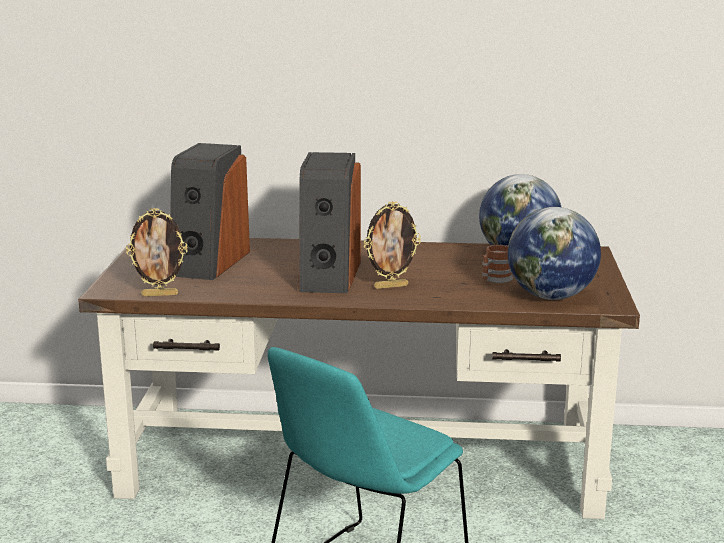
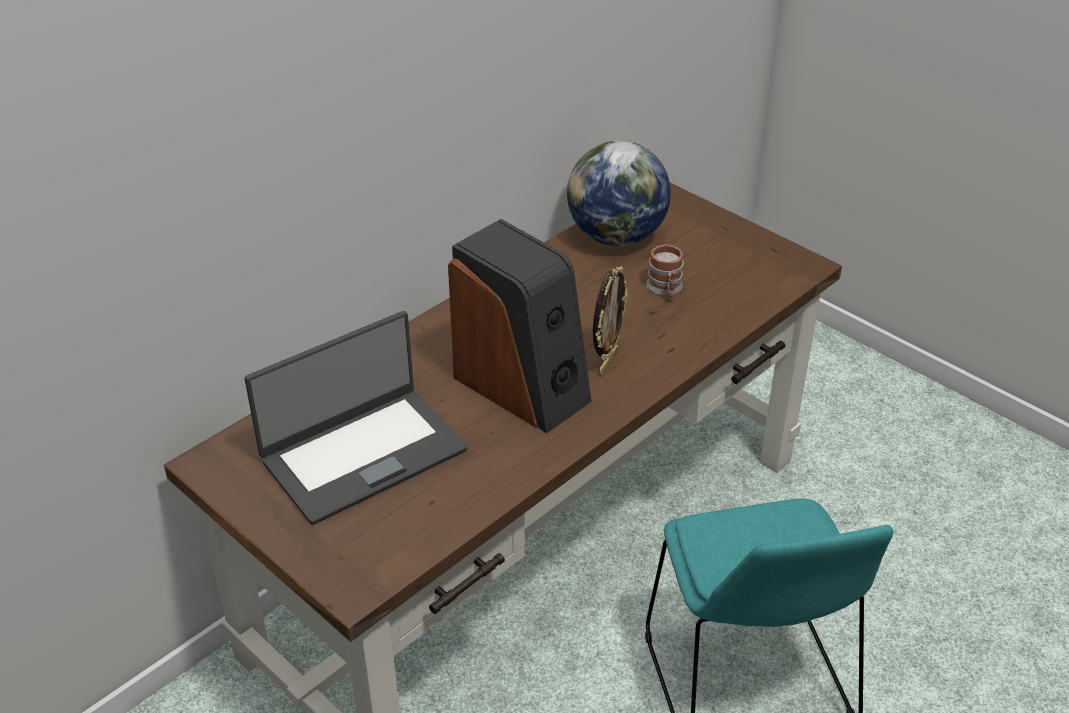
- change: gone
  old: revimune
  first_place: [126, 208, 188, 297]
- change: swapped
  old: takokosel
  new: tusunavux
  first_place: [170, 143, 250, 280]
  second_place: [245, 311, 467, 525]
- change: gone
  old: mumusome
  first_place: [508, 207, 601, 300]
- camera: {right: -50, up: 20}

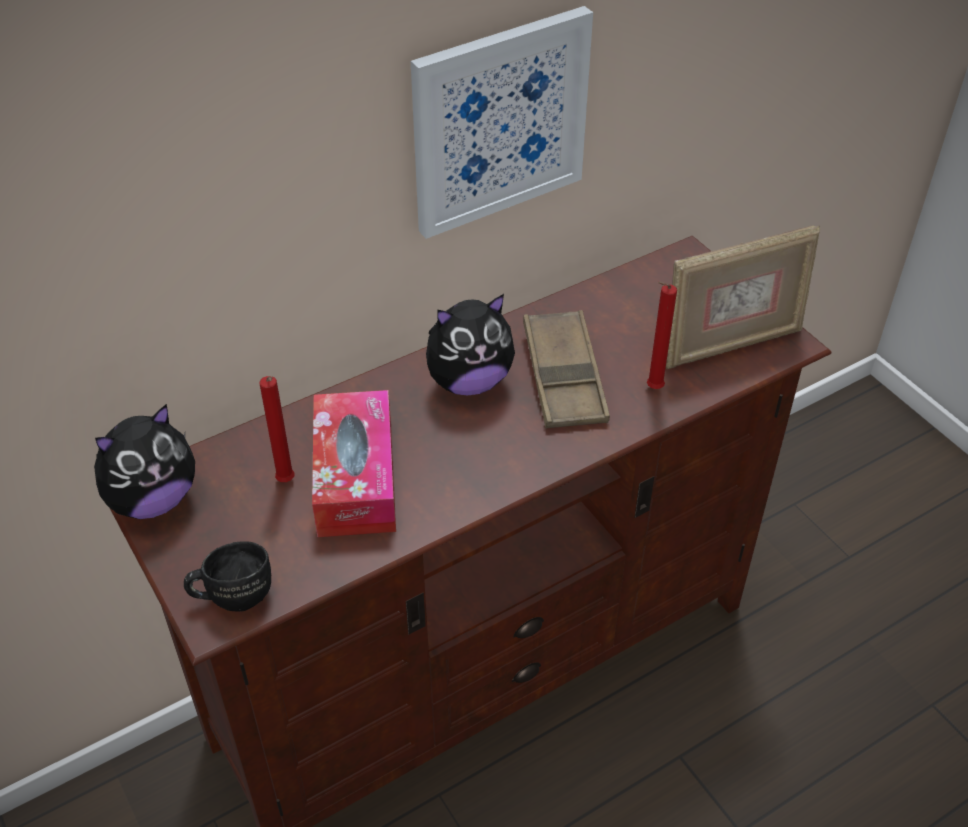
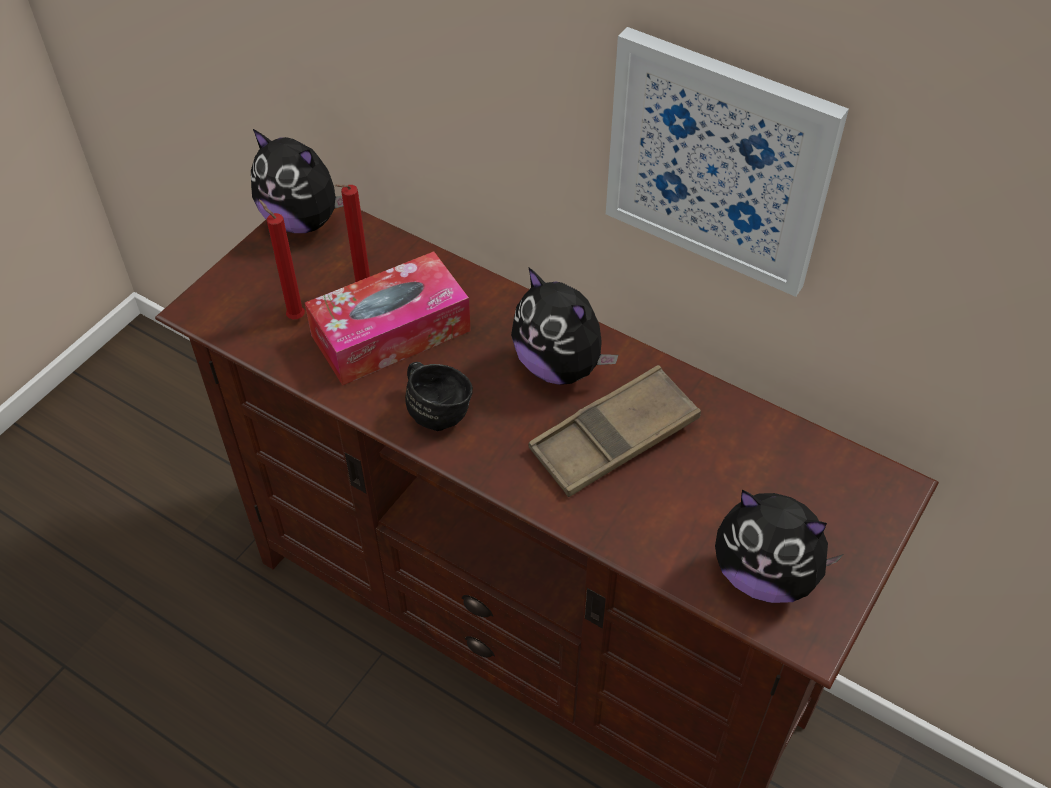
- change: shifted
  old: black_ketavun
  first_place: [184, 541, 271, 612]
  second_place: [405, 362, 473, 431]
- change: shifted
  old: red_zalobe
  first_place: [647, 282, 677, 389]
  second_place: [259, 200, 305, 319]
- change: swapped
  old: revimune
  new: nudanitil
  first_place: [666, 225, 820, 369]
  second_place: [715, 490, 844, 603]
- camera: {right: 65, up: 5}

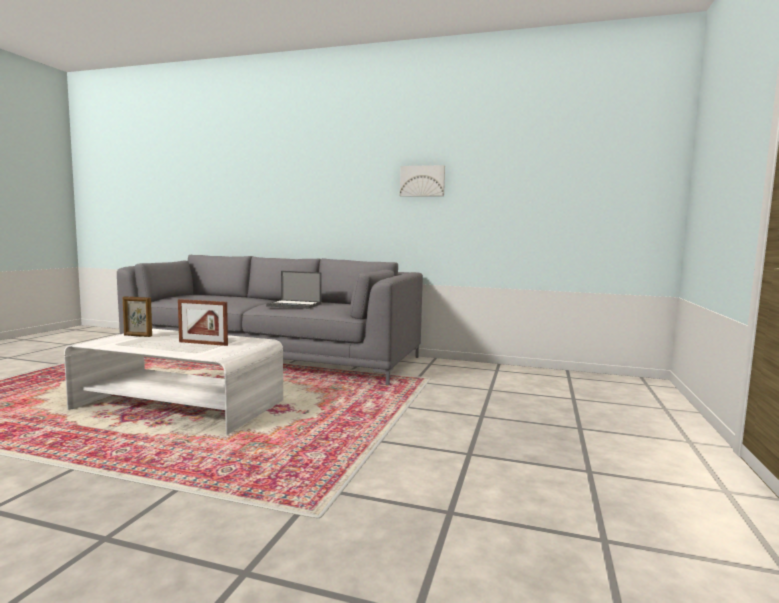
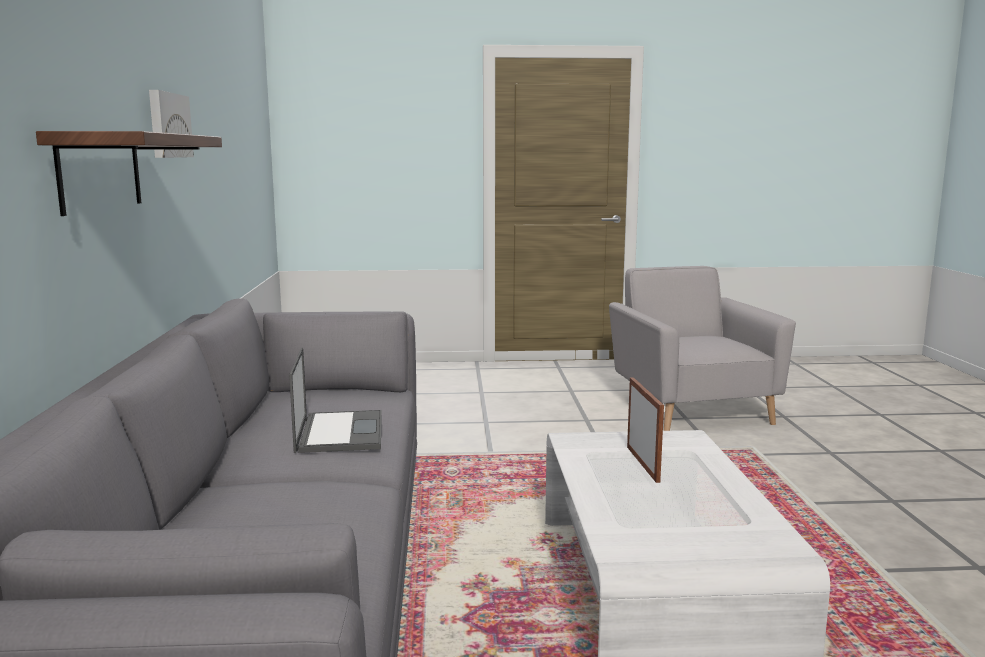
- change: gone
  old: revimune
  first_place: [123, 296, 152, 337]
- change: new
  new: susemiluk
  second_place: [36, 131, 222, 216]
- change: new
  new: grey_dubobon
  second_place: [609, 266, 796, 431]
- camera: {right: -110, up: 5}

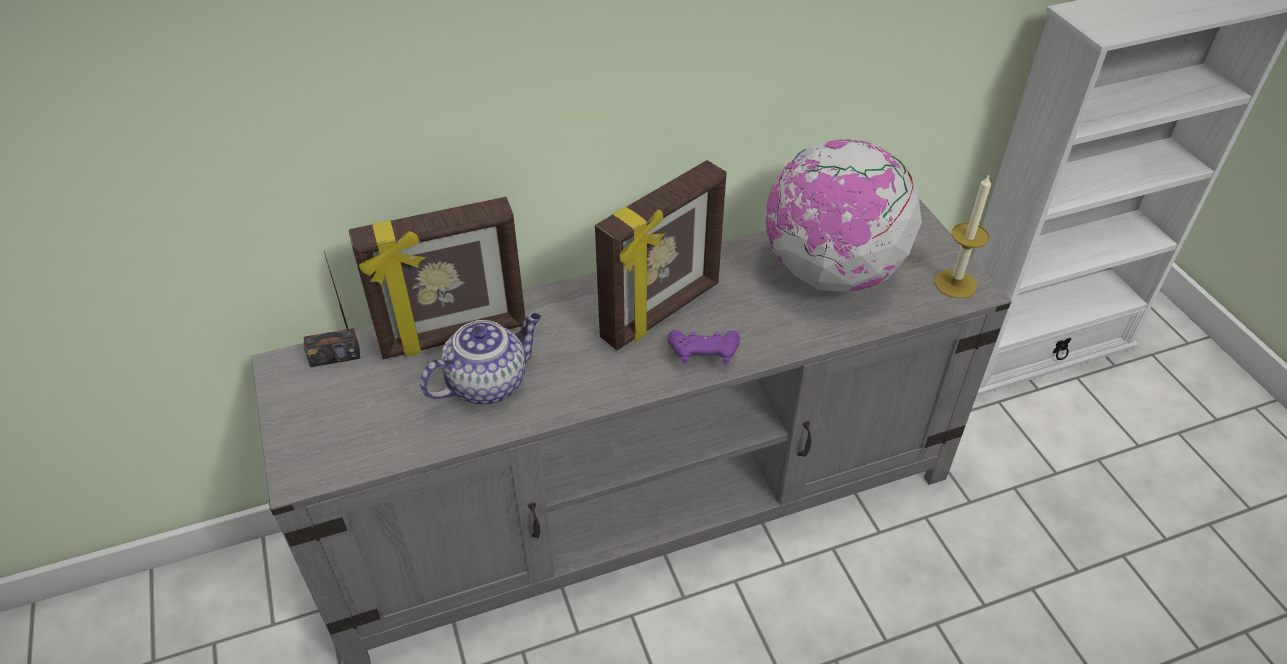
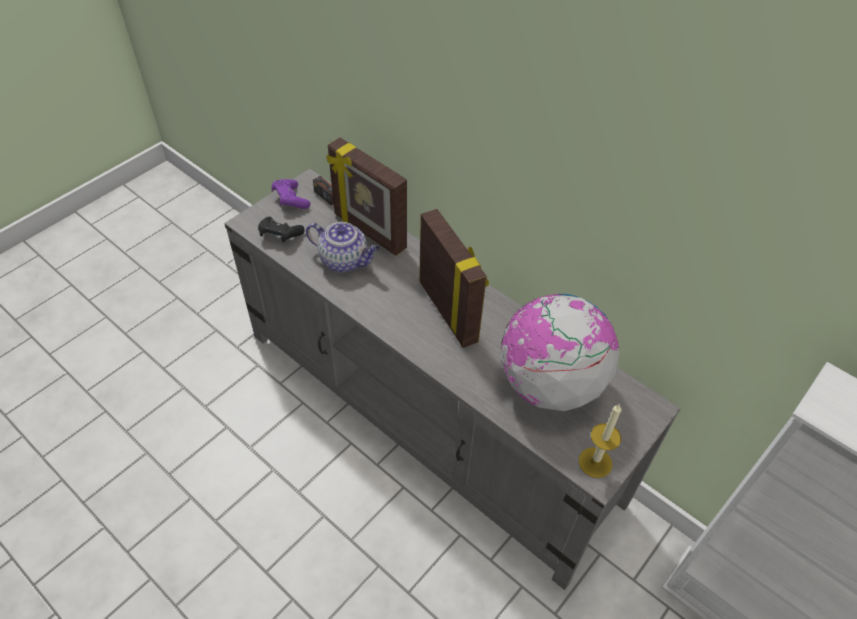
- change: rotated
  old: revimune
  first_place: [595, 160, 727, 350]
  second_place: [419, 209, 489, 348]
  degrees: -135
- change: shifted
  old: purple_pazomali
  first_place: [667, 330, 740, 365]
  second_place: [272, 179, 310, 209]
- change: new
  new: black_pazomali
  second_place: [258, 217, 305, 243]
- camera: {right: 60, up: 5}

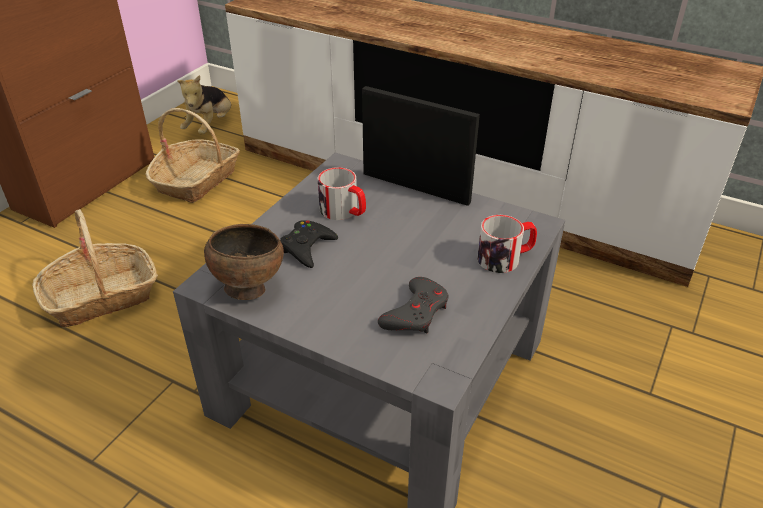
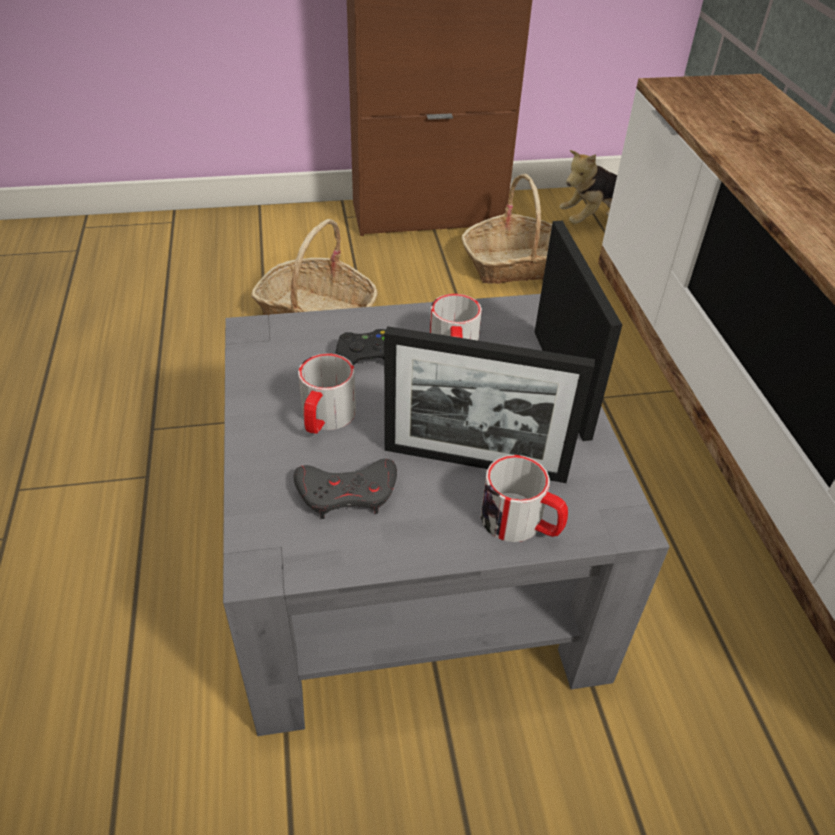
- change: gone
  old: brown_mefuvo
  first_place: [204, 224, 284, 300]
- change: new
  new: ketavun
  second_place: [298, 353, 356, 434]
- change: new
  new: revimune
  second_place: [384, 326, 595, 483]
- camera: {right: 50, up: 5}

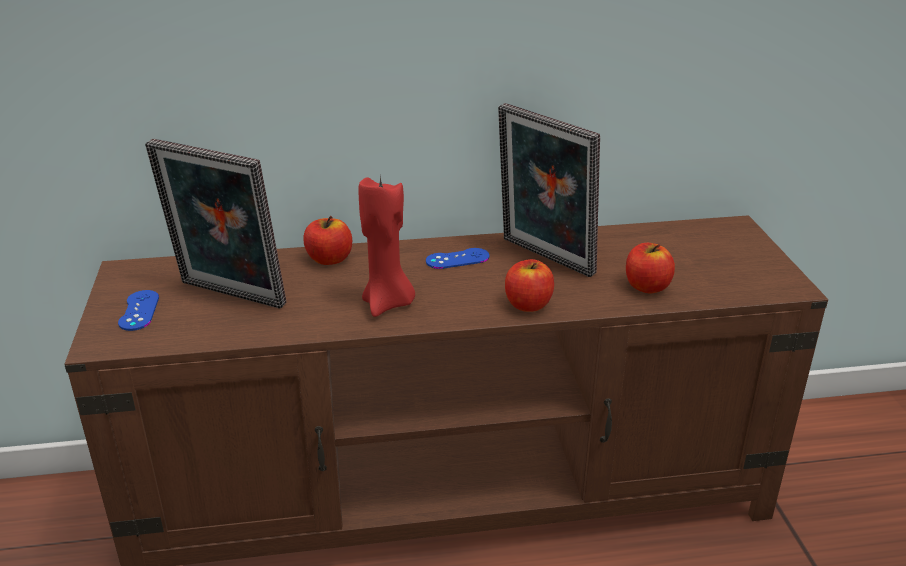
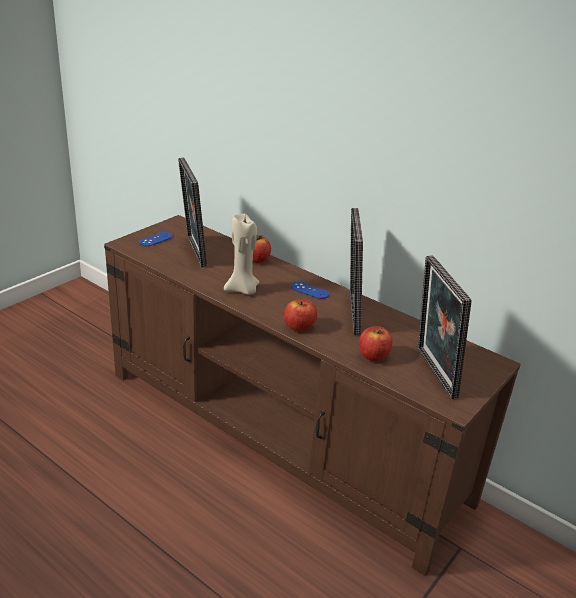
- change: repainted
  old: red_zalobe
  new: beige_zalobe
  first_place: [359, 175, 415, 317]
  second_place: [224, 214, 259, 295]
- change: new
  new: revimune
  second_place: [418, 255, 471, 399]
- camera: {right: 45, up: 0}

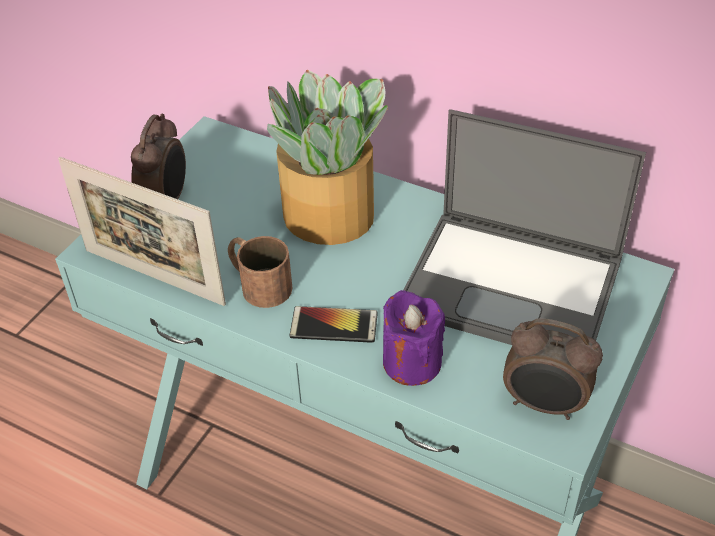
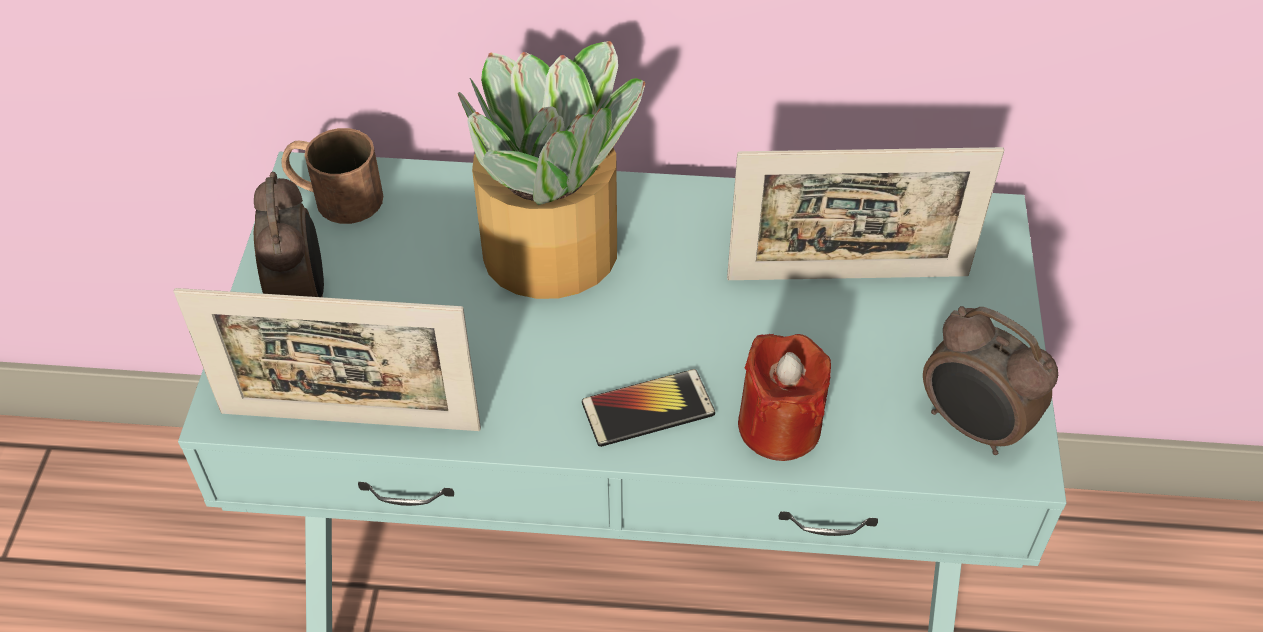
- change: shifted
  old: brown_ketavun
  first_place: [228, 236, 293, 308]
  second_place: [281, 128, 383, 224]
- change: repainted
  old: purple_zalobe
  new: red_zalobe
  first_place: [383, 290, 445, 386]
  second_place: [738, 334, 831, 461]
- change: swapped
  old: tusunavux
  new: revimune
  first_place: [404, 109, 646, 345]
  second_place: [727, 147, 1004, 280]
- change: rotated
  old: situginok
  first_place: [503, 318, 603, 420]
  second_place: [923, 306, 1058, 455]
  degrees: 45
- camera: {right: -25, up: 5}

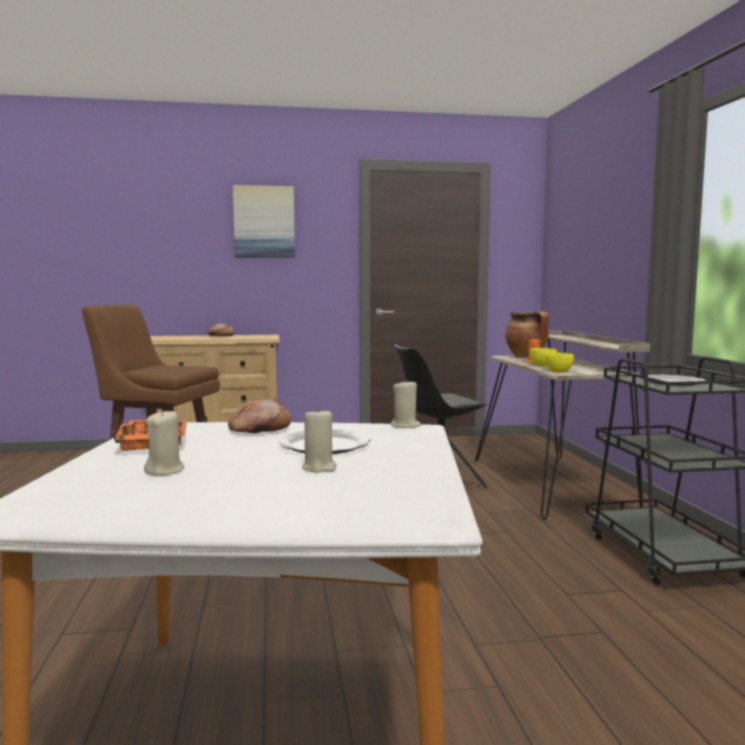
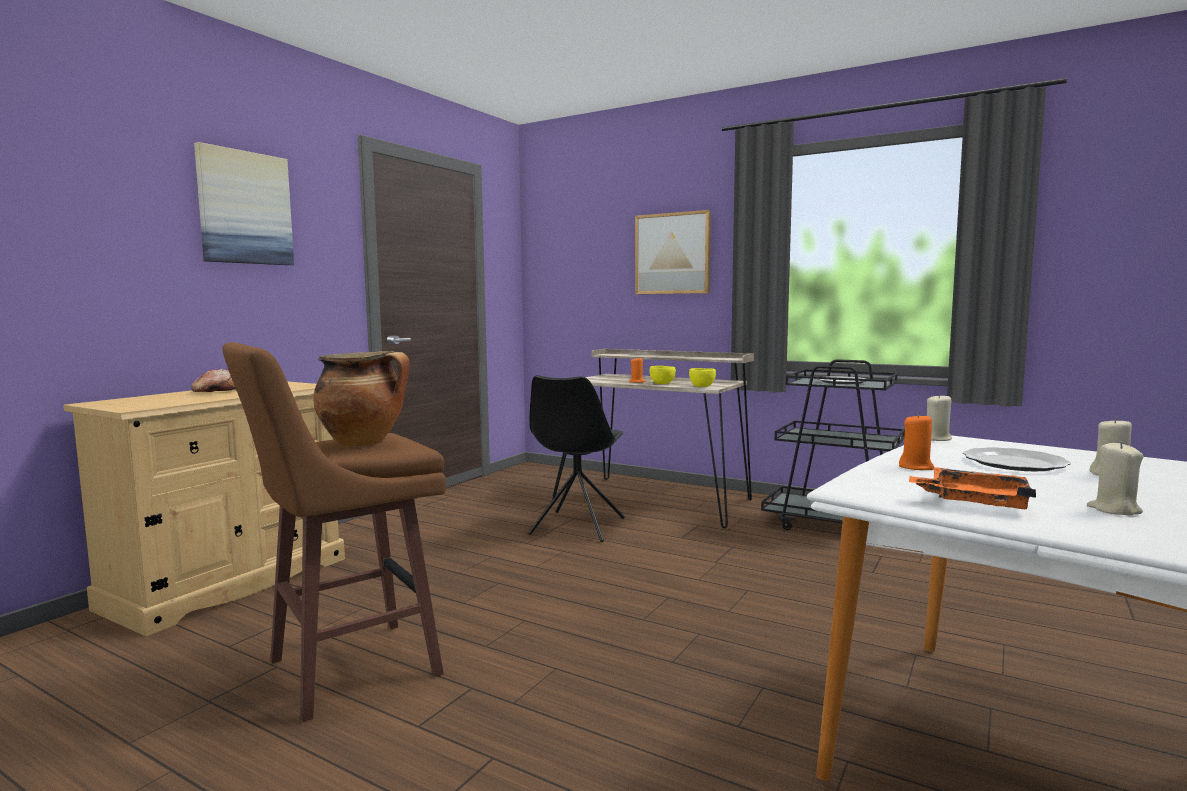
- change: swapped
  old: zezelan
  new: orange_zalobe
  first_place: [228, 398, 291, 433]
  second_place: [899, 413, 934, 470]
- change: shifted
  old: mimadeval
  first_place: [505, 311, 549, 358]
  second_place: [313, 351, 410, 447]
- change: new
  new: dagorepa
  second_place: [635, 210, 711, 294]
- camera: {right: -50, up: 0}

